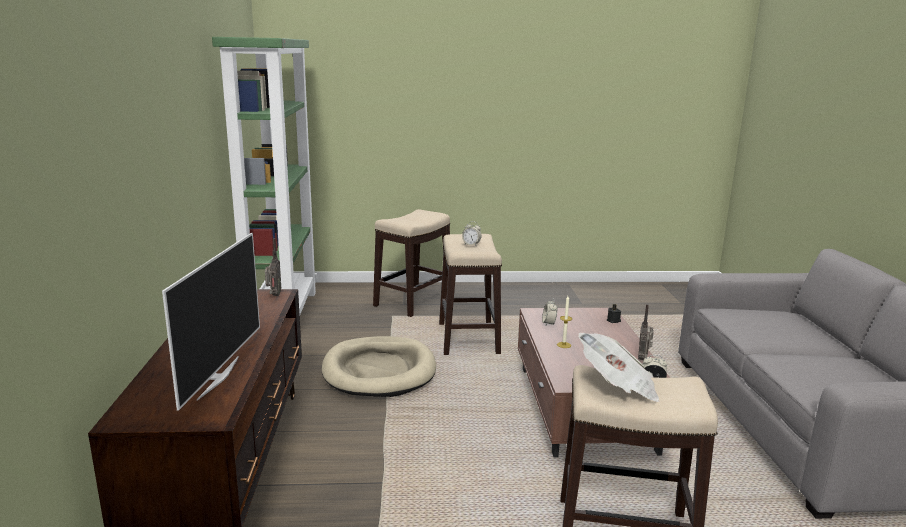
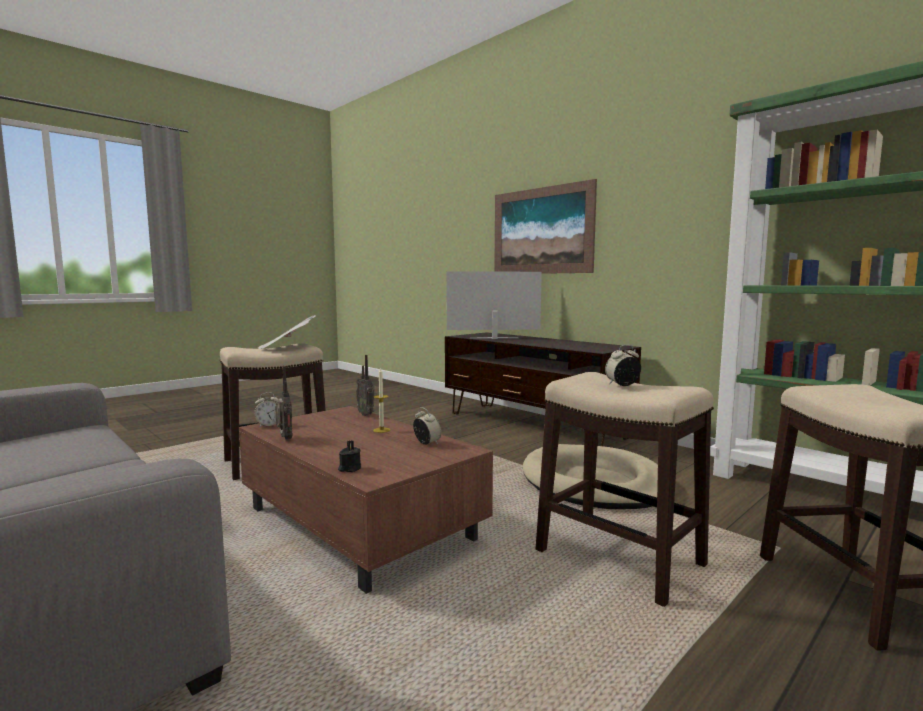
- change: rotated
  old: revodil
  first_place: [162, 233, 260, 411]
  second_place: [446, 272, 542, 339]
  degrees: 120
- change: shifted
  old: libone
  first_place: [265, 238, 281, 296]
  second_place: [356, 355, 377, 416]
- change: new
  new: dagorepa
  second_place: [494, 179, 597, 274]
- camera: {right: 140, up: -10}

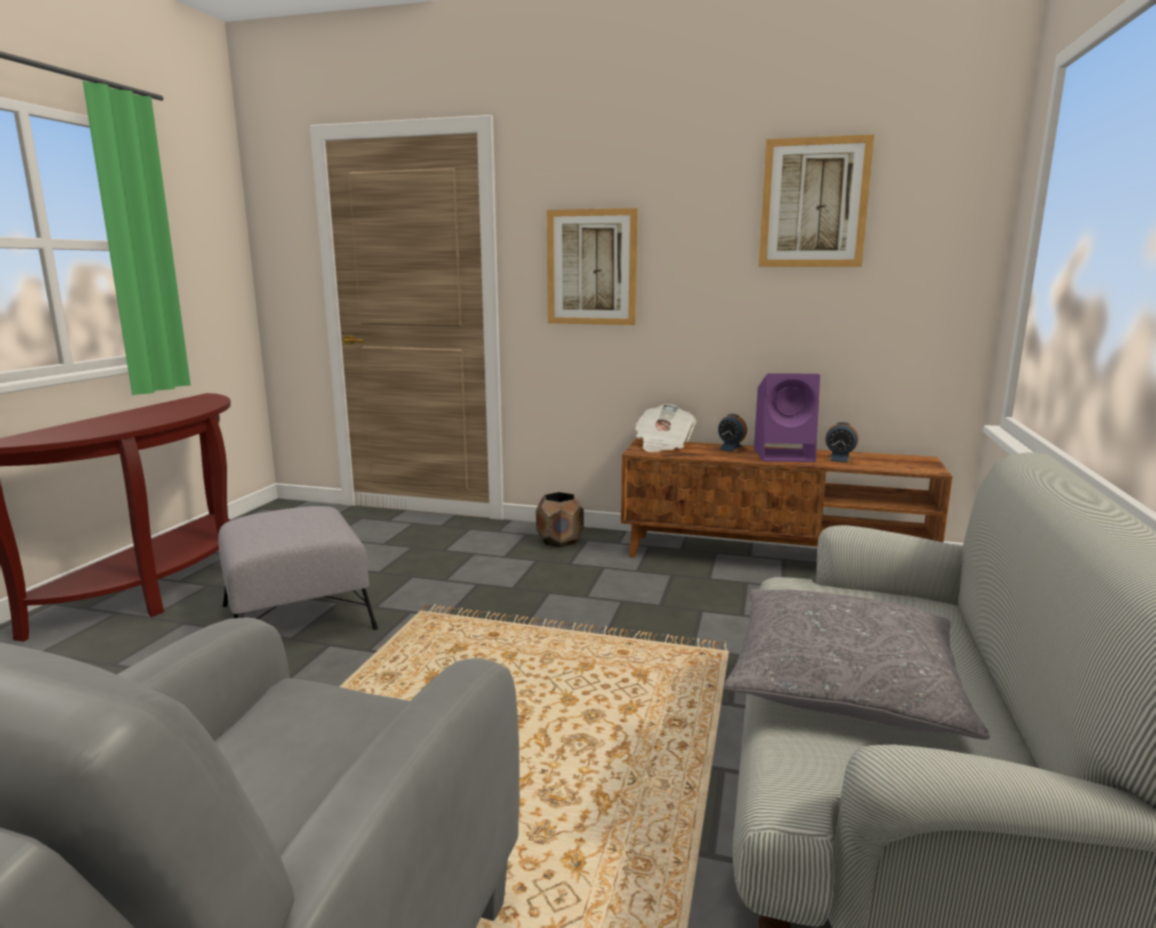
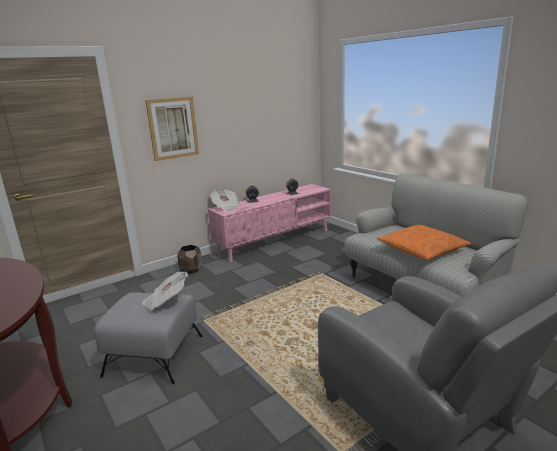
- change: repainted
  old: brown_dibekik
  new: pink_dibekik
  first_place: [621, 439, 953, 557]
  second_place: [208, 184, 331, 263]
- change: repainted
  old: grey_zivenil
  new: orange_zivenil
  first_place: [724, 589, 990, 740]
  second_place: [377, 225, 471, 260]
- change: gone
  old: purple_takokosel
  first_place: [754, 373, 820, 462]
- change: gone
  old: dagorepa
  first_place: [759, 135, 874, 267]
- change: new
  new: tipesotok
  second_place: [142, 271, 188, 311]
- camera: {right: -50, up: 5}

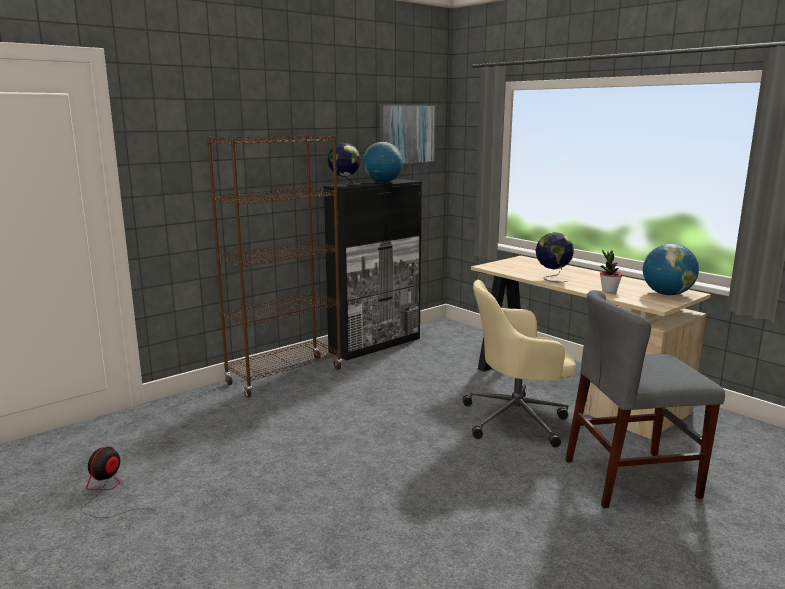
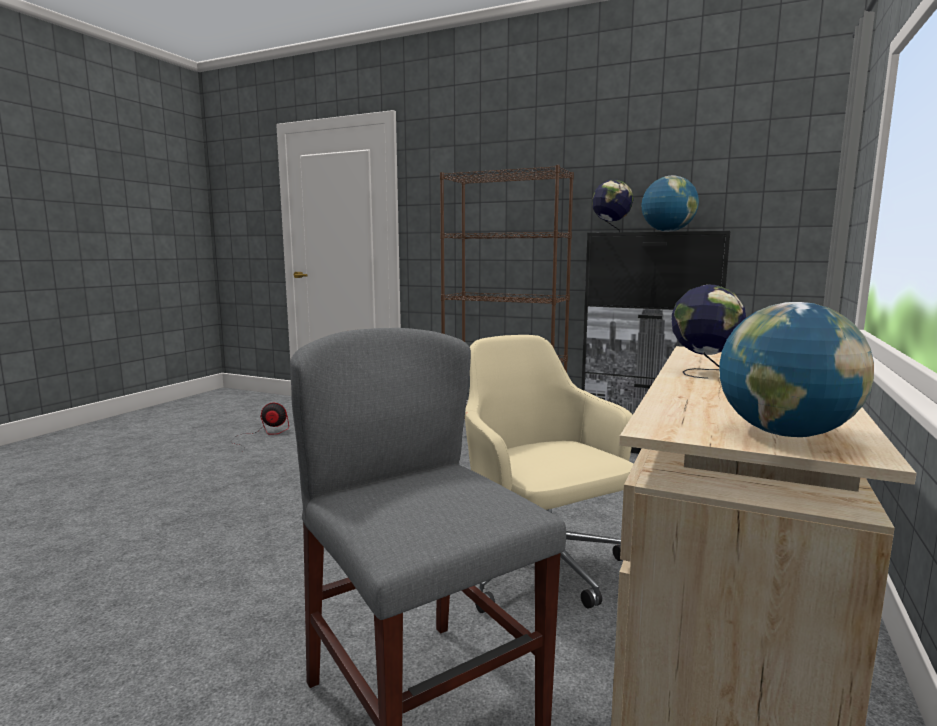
- change: gone
  old: dagorepa
  first_place: [379, 104, 436, 164]
- change: gone
  old: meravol
  first_place: [600, 250, 623, 293]
- camera: {right: 65, up: -5}

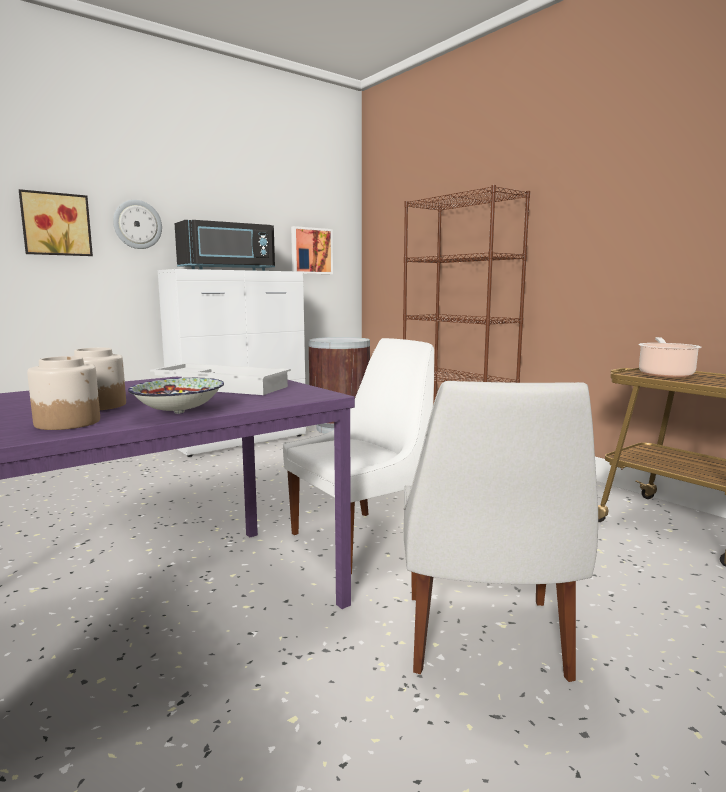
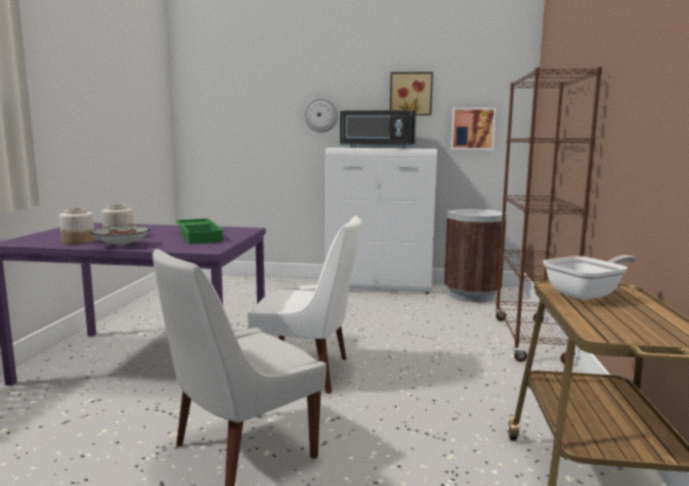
- change: shifted
  old: dagorepa
  first_place: [19, 189, 93, 256]
  second_place: [390, 72, 433, 115]
- change: repainted
  old: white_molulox
  new: green_molulox
  first_place: [150, 363, 291, 395]
  second_place: [176, 218, 225, 244]
- change: swapped
  old: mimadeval
  new: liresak
  first_place: [638, 337, 701, 378]
  second_place: [543, 255, 637, 300]
- camera: {right: 45, up: 0}

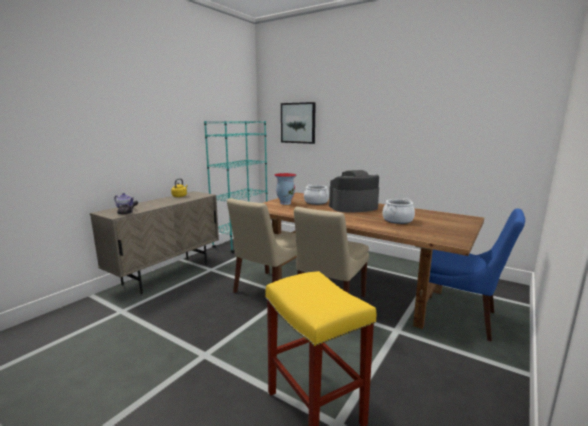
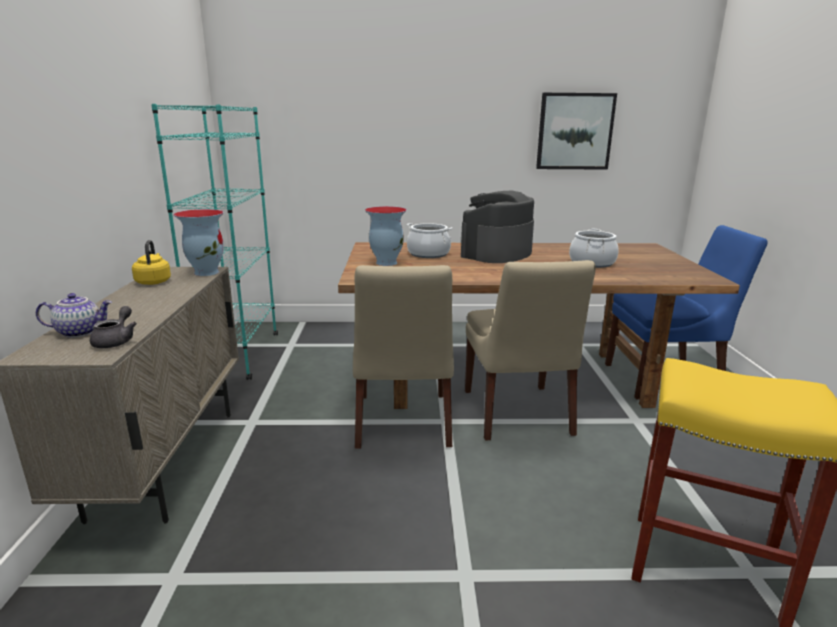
- change: shifted
  old: dagorepa
  first_place: [281, 102, 316, 144]
  second_place: [536, 93, 617, 170]
- change: new
  new: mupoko
  second_place: [174, 209, 224, 276]
- camera: {right: -35, up: 5}

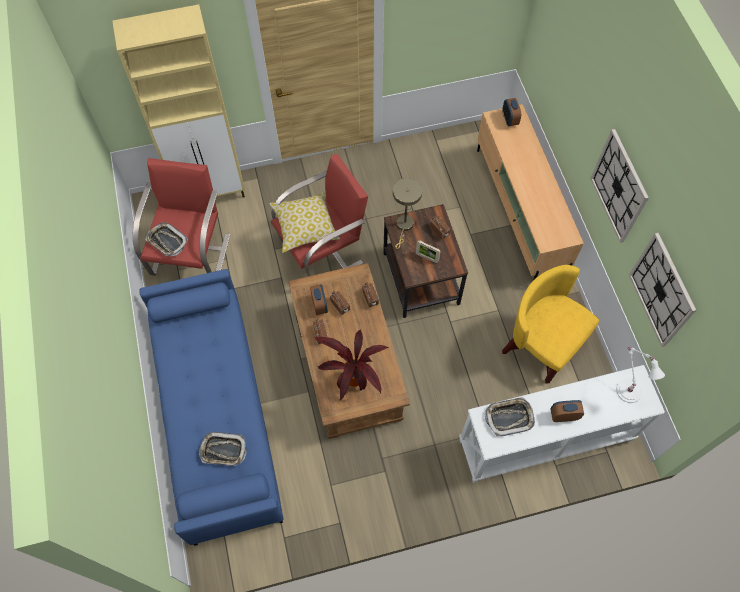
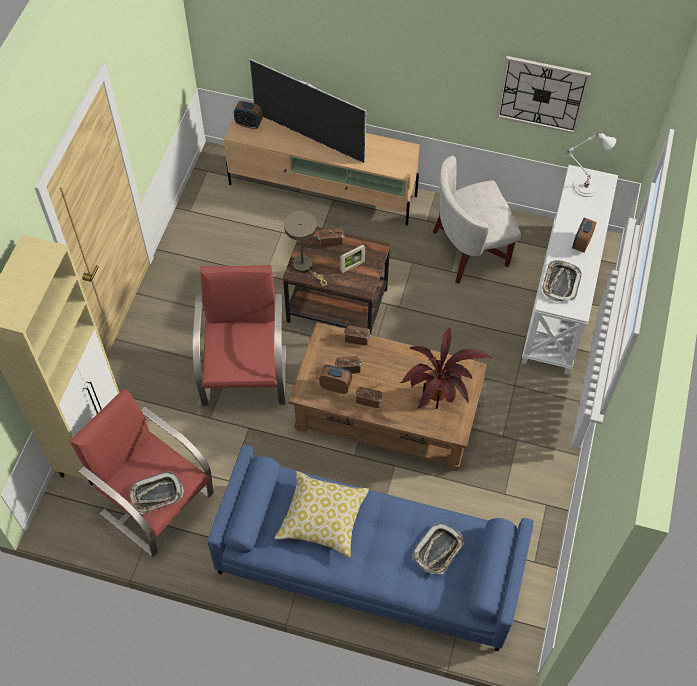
- change: shifted
  old: zivenil
  first_place: [269, 191, 340, 253]
  second_place: [275, 471, 369, 558]
- change: repainted
  old: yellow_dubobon
  new: white_dubobon
  first_place: [502, 265, 599, 383]
  second_place: [432, 155, 521, 284]
- change: gone
  old: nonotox
  first_place: [590, 129, 649, 243]
- change: new
  new: revodil
  second_place: [250, 59, 366, 163]
- camera: {right: -60, up: -5}

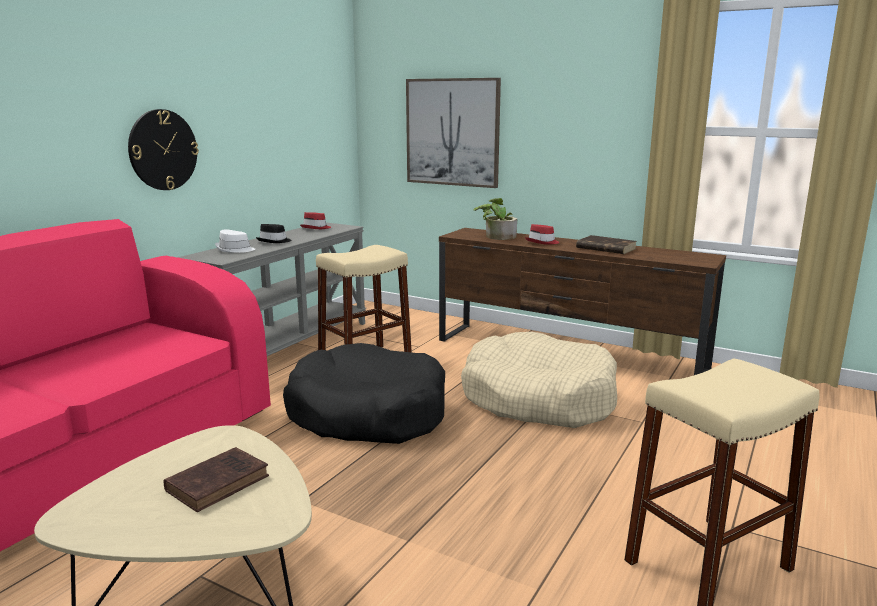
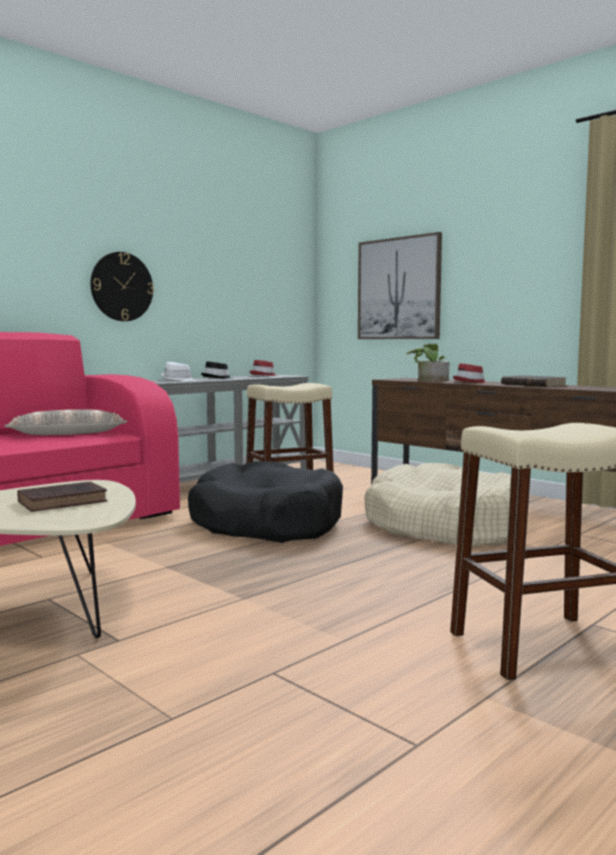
- change: new
  new: zivenil
  second_place: [4, 409, 127, 435]
- camera: {right: 15, up: -10}

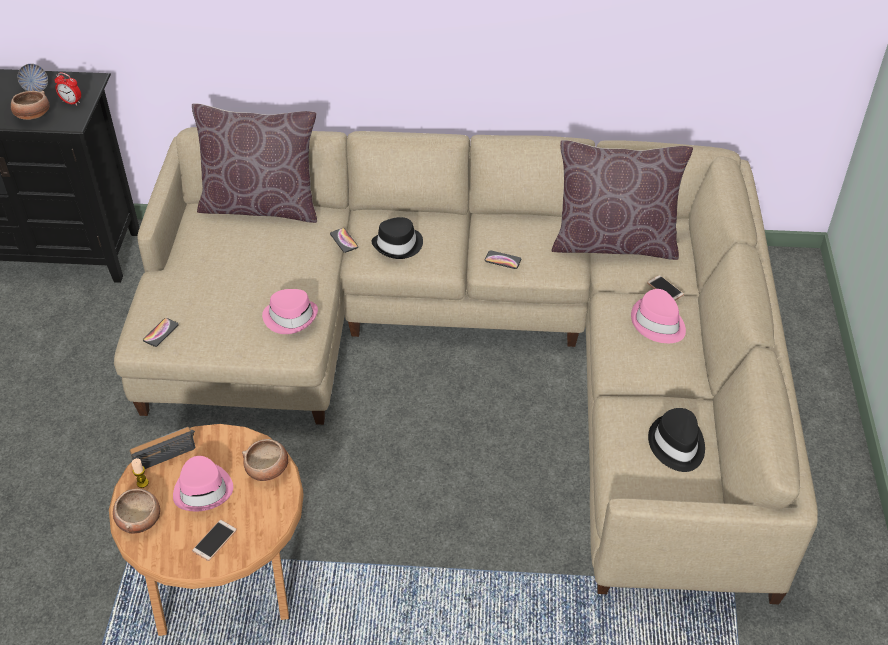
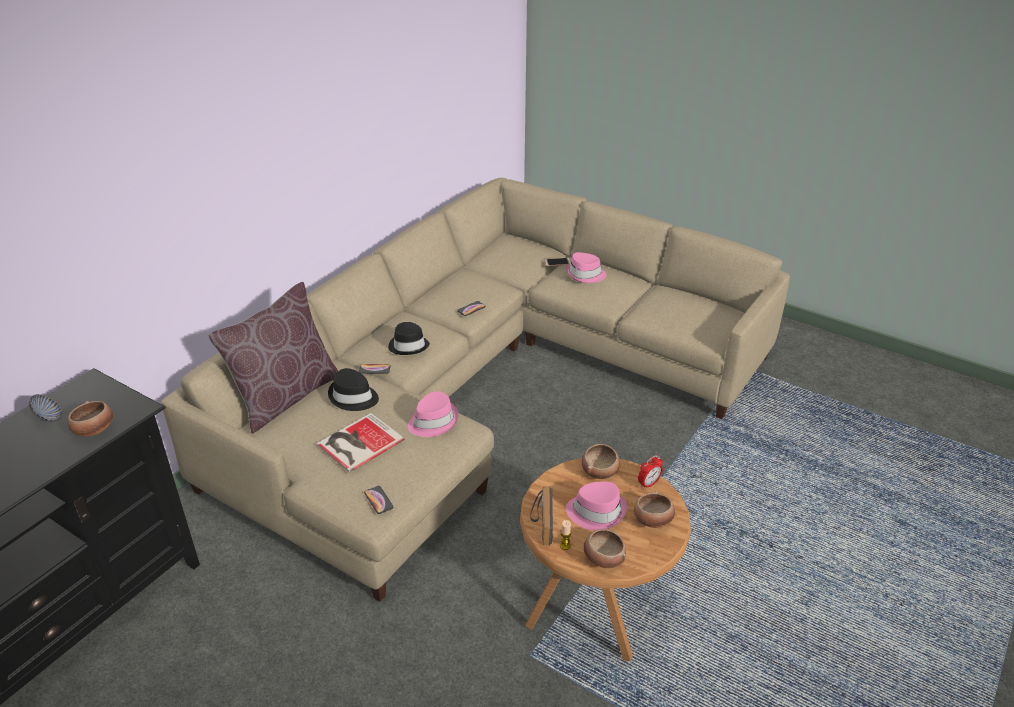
- change: shifted
  old: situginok
  first_place: [54, 72, 81, 106]
  second_place: [638, 455, 663, 489]
- change: swapped
  old: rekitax
  new: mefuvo
  first_place: [192, 520, 237, 561]
  second_place: [634, 491, 675, 528]
- change: gone
  old: brown_zivenil
  first_place: [551, 140, 693, 260]
- change: shifted
  old: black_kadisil
  first_place: [648, 408, 705, 472]
  second_place: [328, 368, 379, 411]
- change: new
  new: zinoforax
  second_place: [317, 413, 405, 473]
- camera: {right: -60, up: -10}

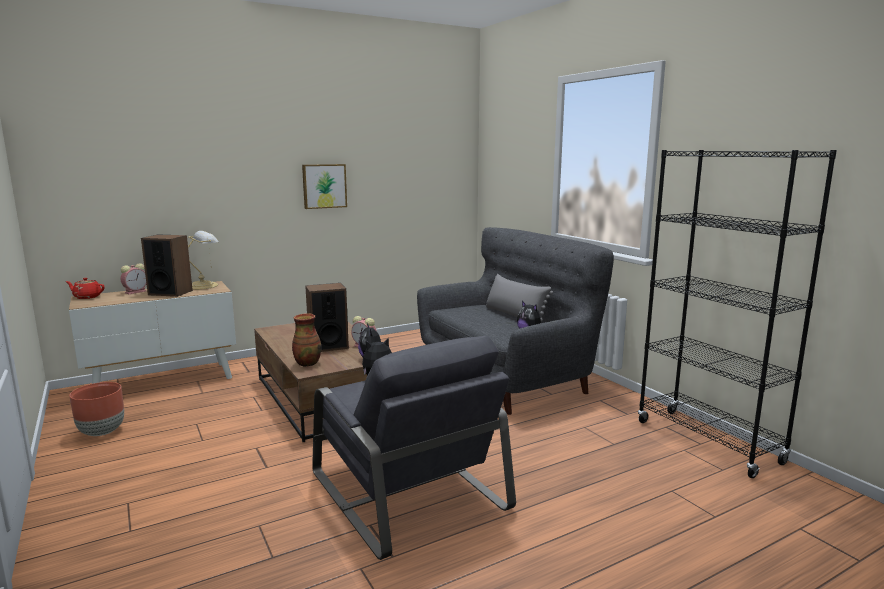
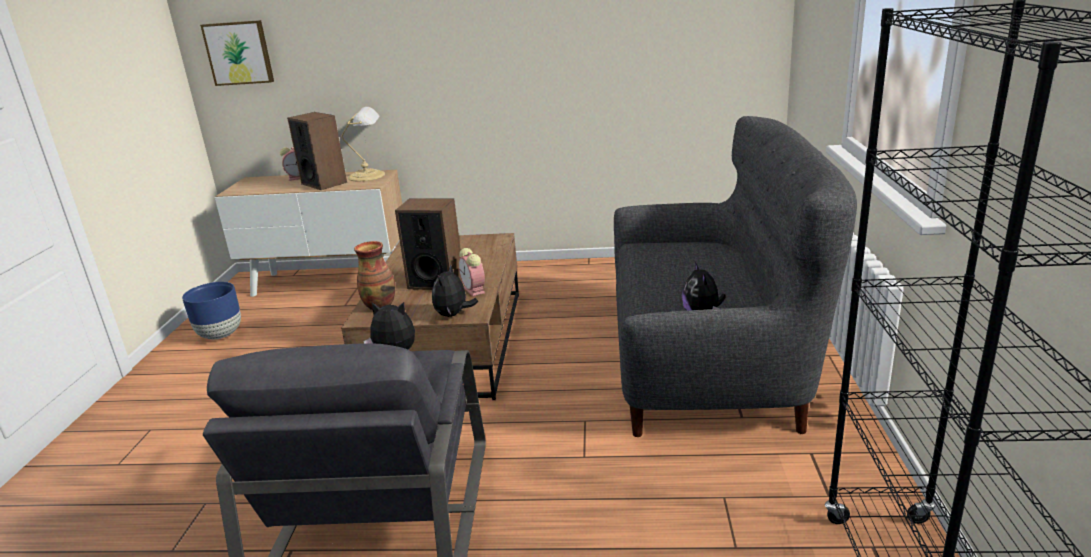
- change: gone
  old: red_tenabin
  first_place: [65, 278, 105, 299]
- change: repainted
  old: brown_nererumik
  new: blue_nererumik
  first_place: [69, 382, 124, 436]
  second_place: [182, 282, 241, 339]
- change: shifted
  old: dagorepa
  first_place: [302, 164, 347, 209]
  second_place: [200, 20, 274, 86]
- change: gone
  old: grey_zivenil
  first_place: [486, 274, 553, 321]
- camera: {right: 35, up: 10}

